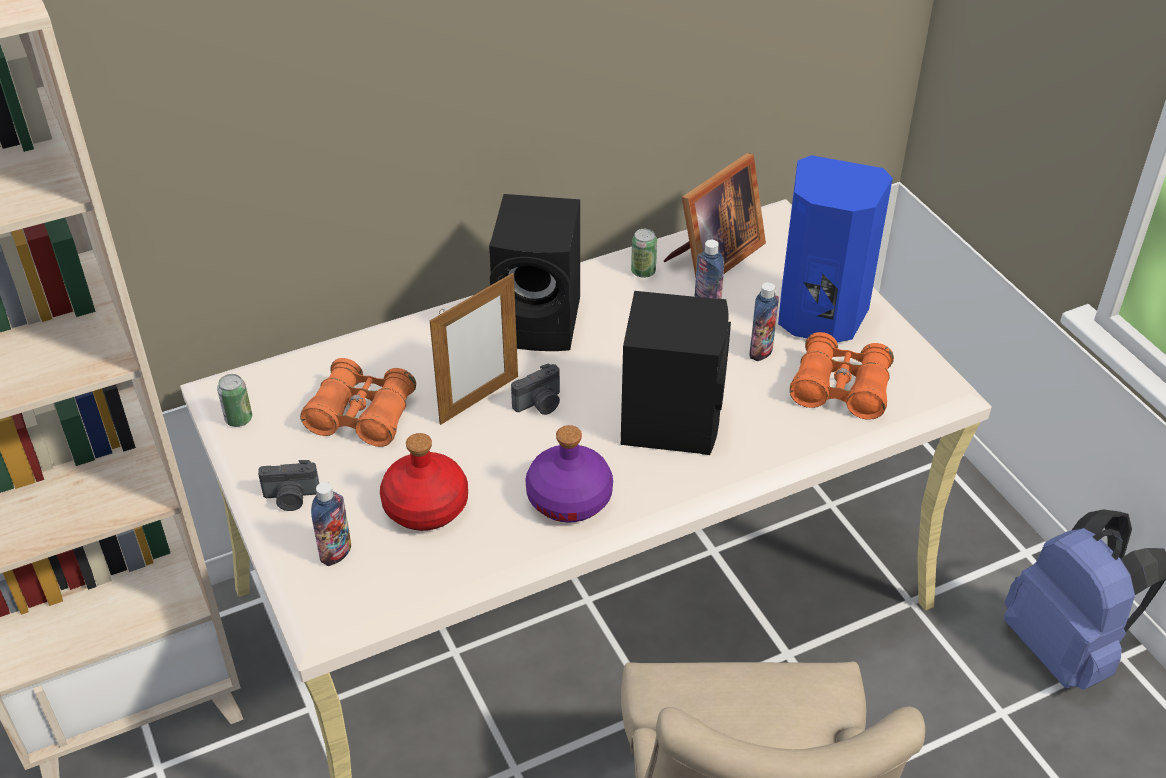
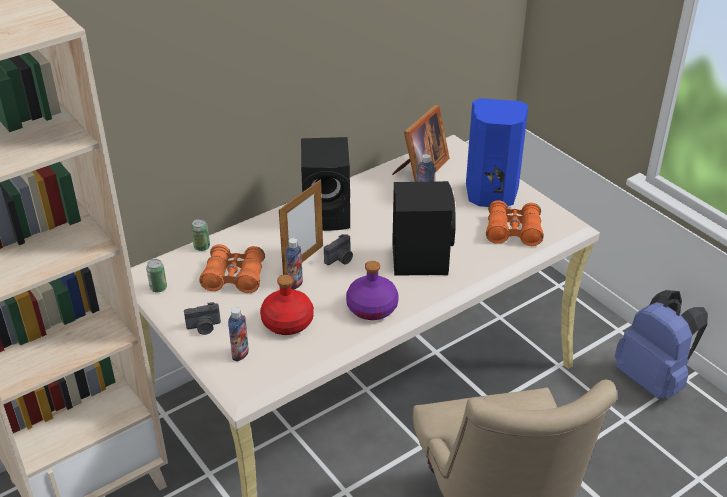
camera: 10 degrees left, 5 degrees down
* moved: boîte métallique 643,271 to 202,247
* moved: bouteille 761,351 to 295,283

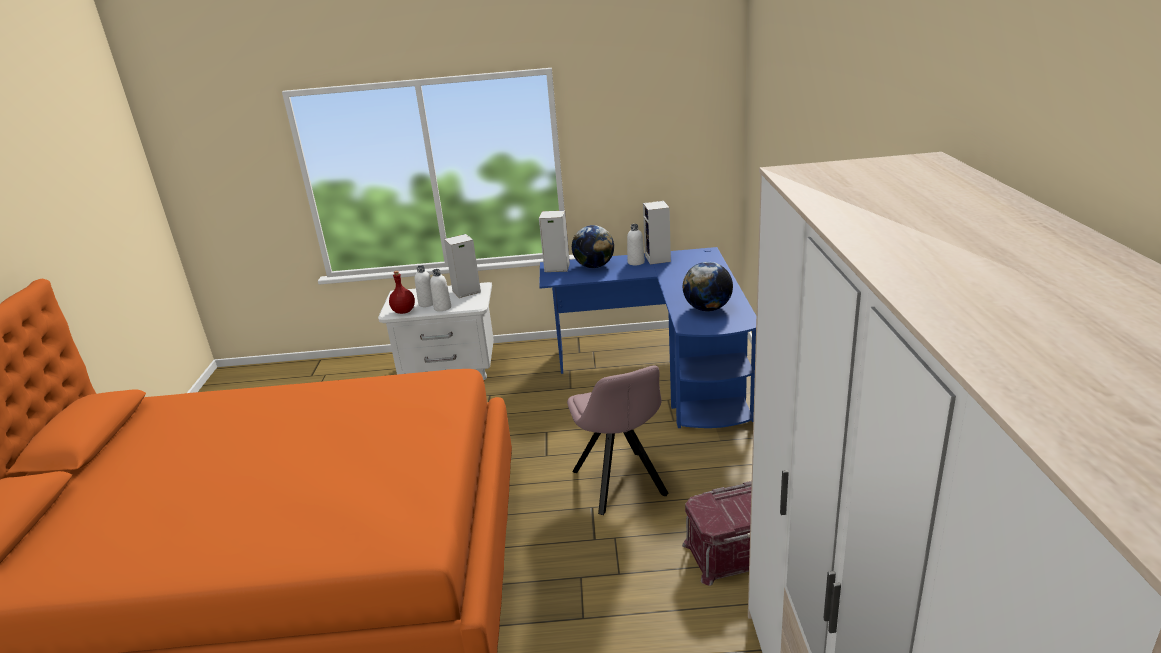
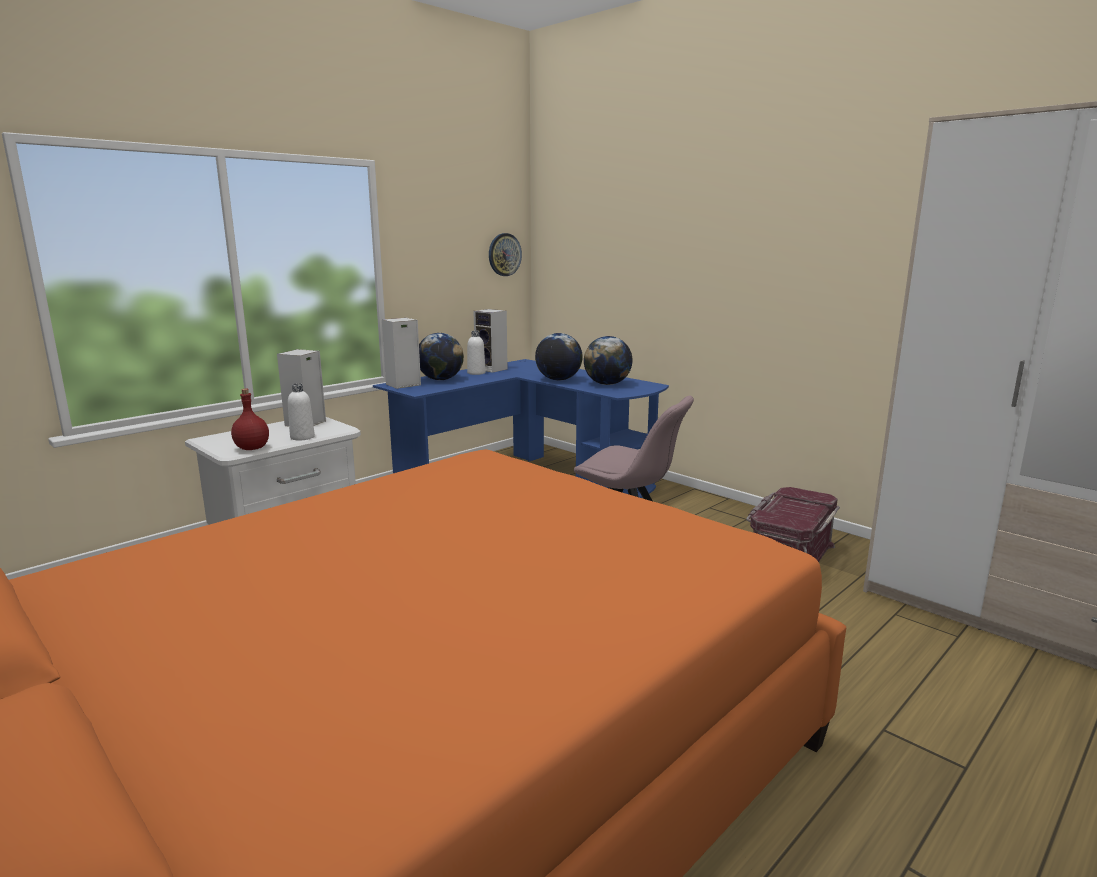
camera: 45 degrees left, 10 degrees down
* removed: bouteille (blanc) 427,303
* added: horloge murale 504,254
* added: globe 558,380

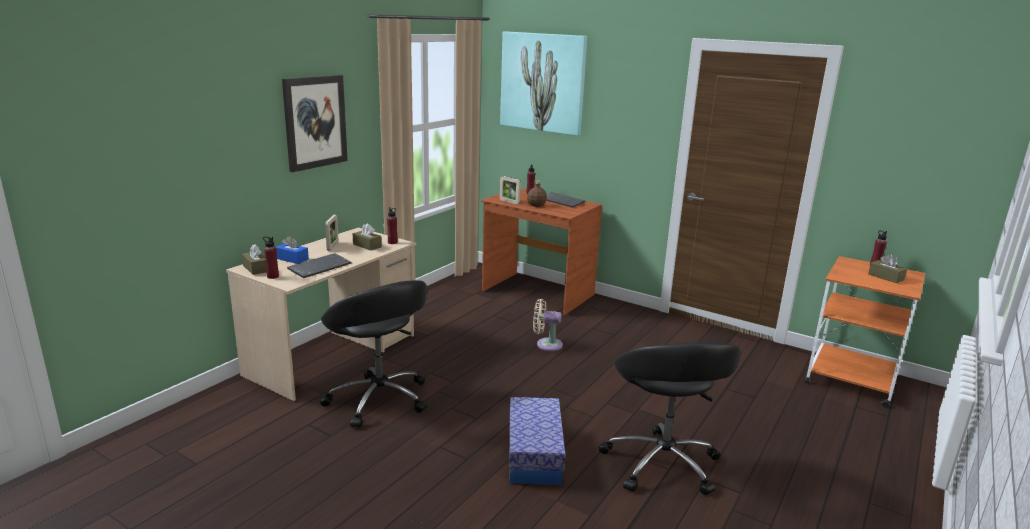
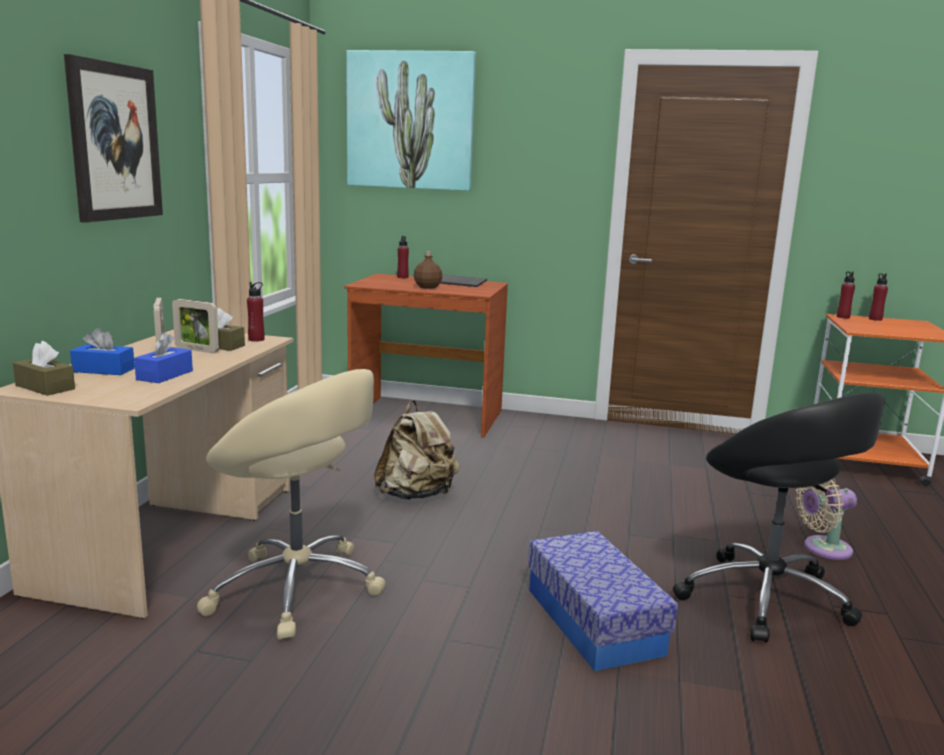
camera: 20 degrees left, 5 degrees down
* moved: bouteille (rouge) 272,276 to 843,317
* replaced: clavier 320,266 to boîte à mouchoirs (bleu) 165,375
* recoloured: chaise de bureau (noir) 379,401 to chaise de bureau (beige) 299,590
* moved: cadre photo 509,202 to 197,350
* moved: ventilateur (beige) 546,344 to 823,549
* removed: boîte à mouchoirs (marron) 885,277
* added: sac à dos (beige) 417,495

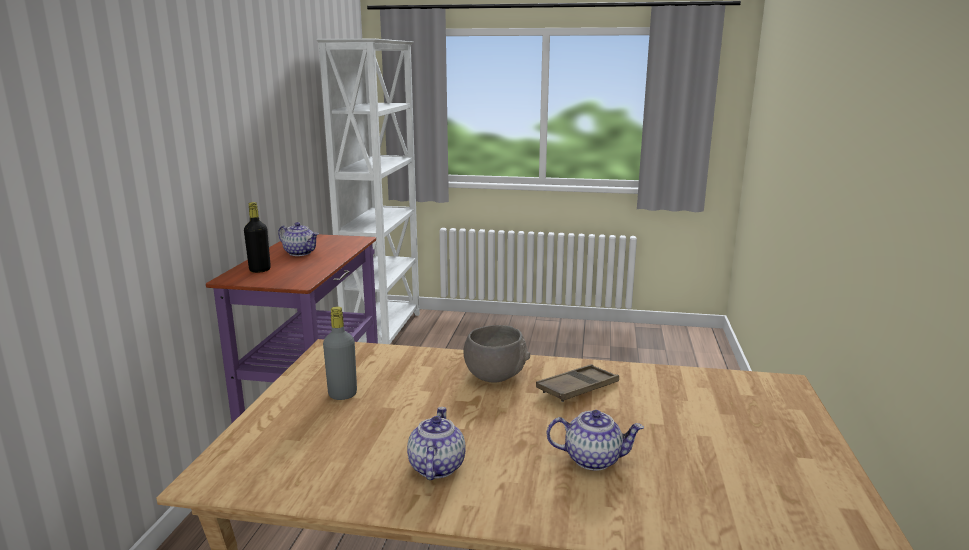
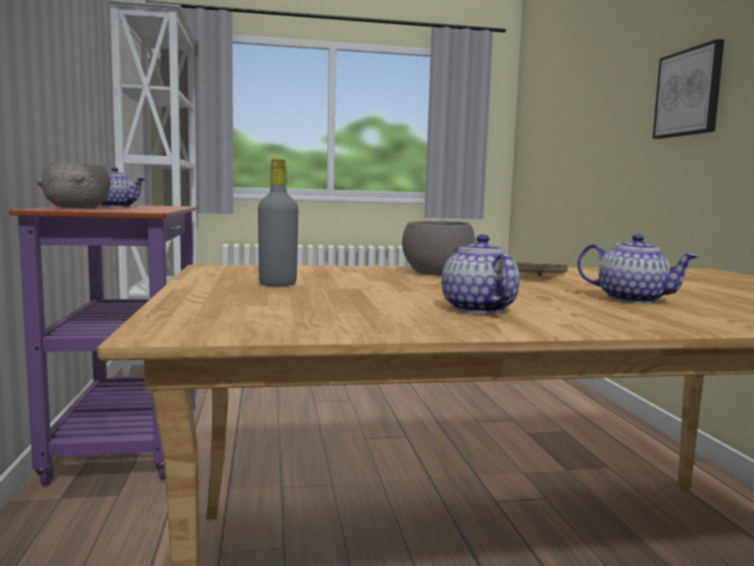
camera: 20 degrees left, 10 degrees down
* replaced: bouteille (noir) 260,270 to bol (gris) 77,208
* turned: théière 593,459 = 632,299 45 degrees clockwise
* added: tableau 689,93

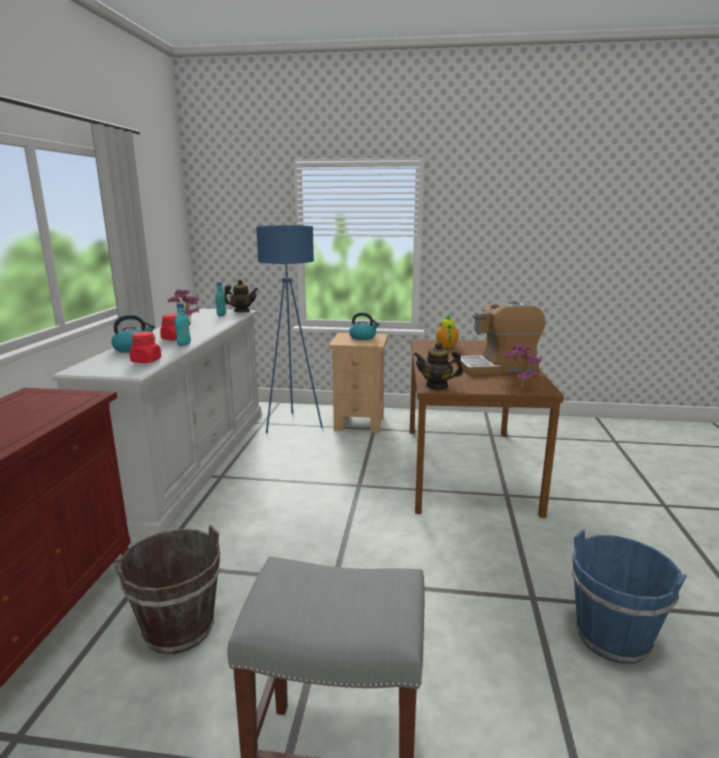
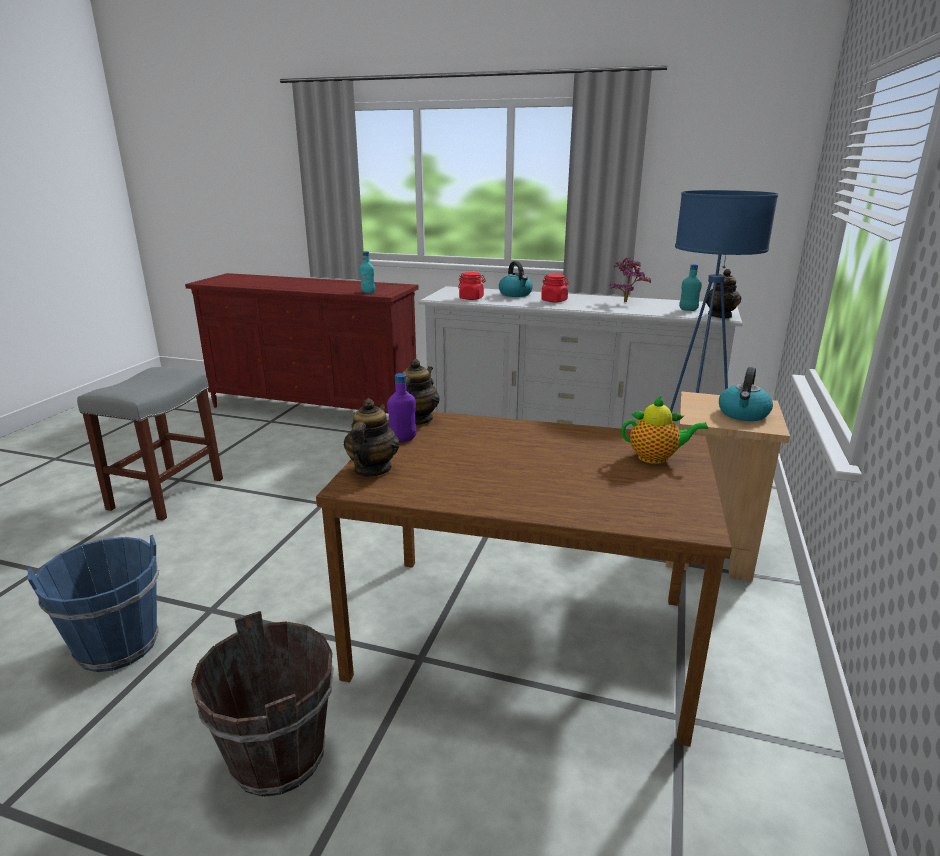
camera: 100 degrees right, 5 degrees up
* moved: seau (marron) 179,629 to 277,757
* moved: bouteille (turquoise) 184,344 to 368,292
* removed: machine à café 497,367
* replaced: plante en pot 519,388 to théière 372,469
* added: bouteille (violet) 403,440

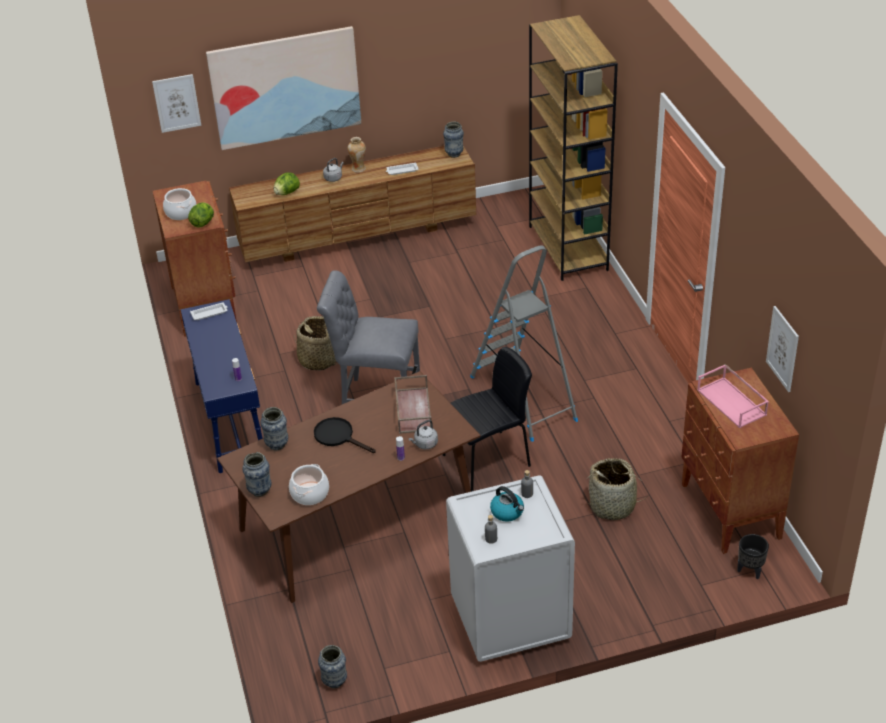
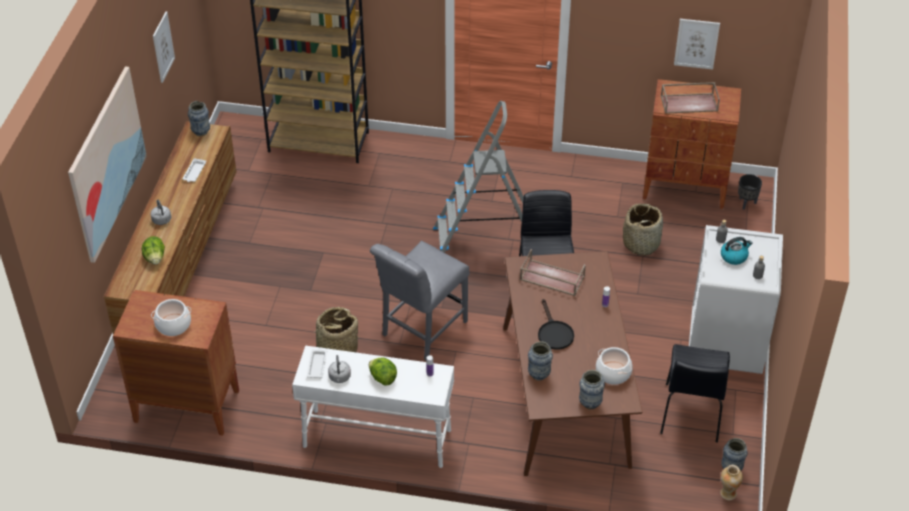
camera: 65 degrees left, 5 degrees up
* moved: tableau 177,103 to 163,47
* recoloured: table console (bleu) 231,421 to table console (blanc) 377,438
* moved: laitue 203,223 to 382,378
* turned: poêle (noir) 338,436 = 554,333 75 degrees counterclockwise
* moved: vase 358,169 to 728,494
* moved: bouilloire (gris) 425,444 to 340,378
* recoloured: plateau (rose) 732,402 to plateau (marron) 689,103
* added: chaise (noir) 691,415

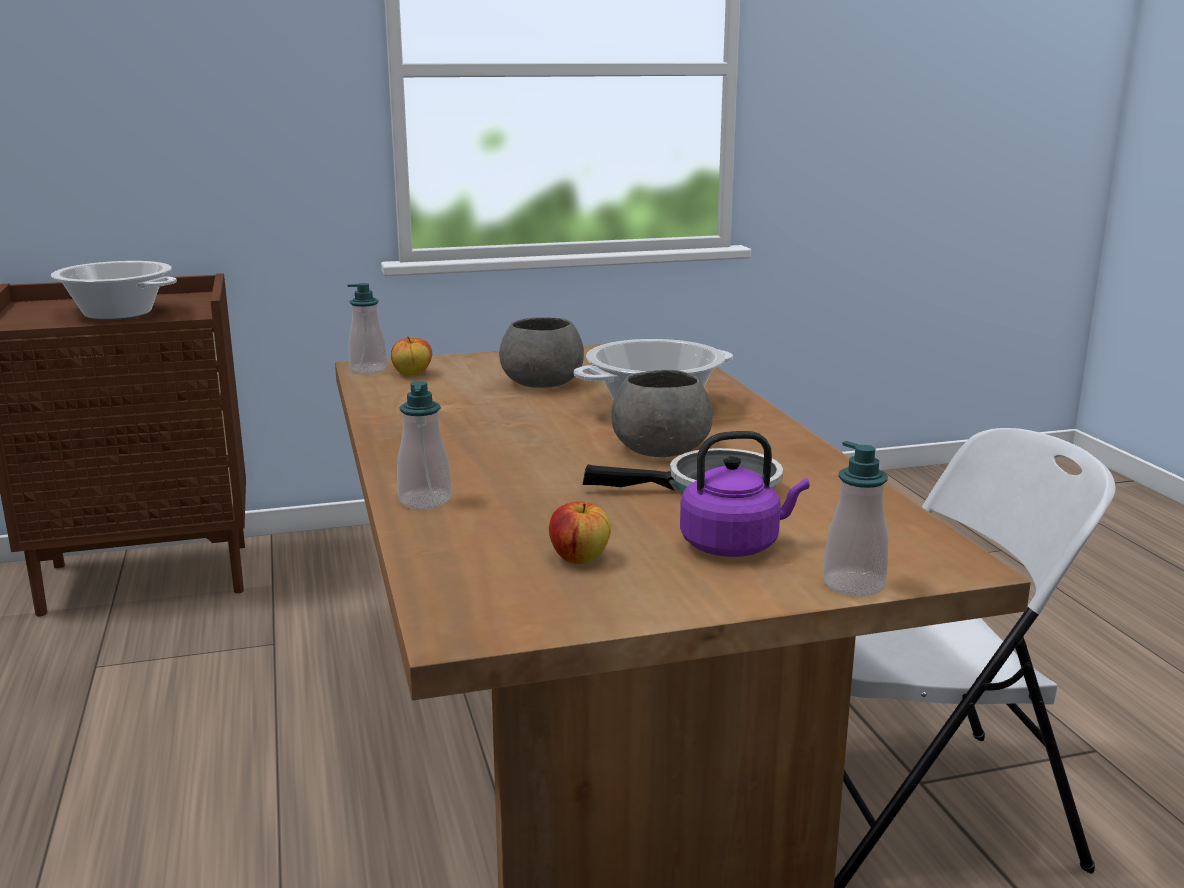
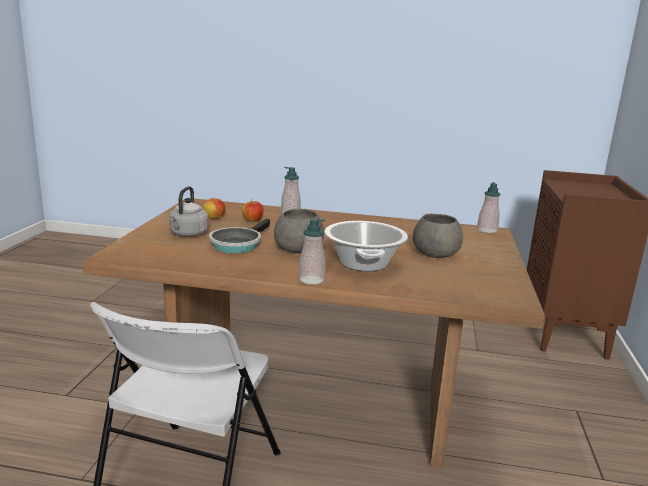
camera: 115 degrees right, 0 degrees up
* removed: marmite 117,314
* moved: pomme 412,374 to 252,220
* recoloured: bouilloire (violet) 735,545 to bouilloire (gris) 188,234
* moved: distributeur de savon 853,584 to 311,280

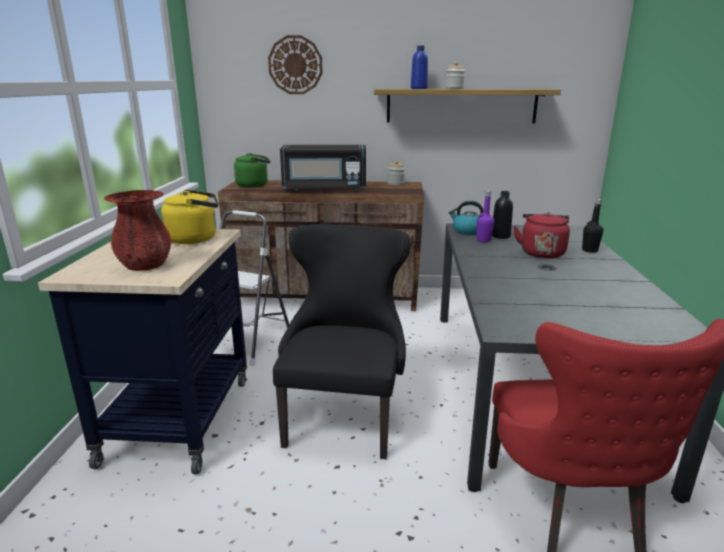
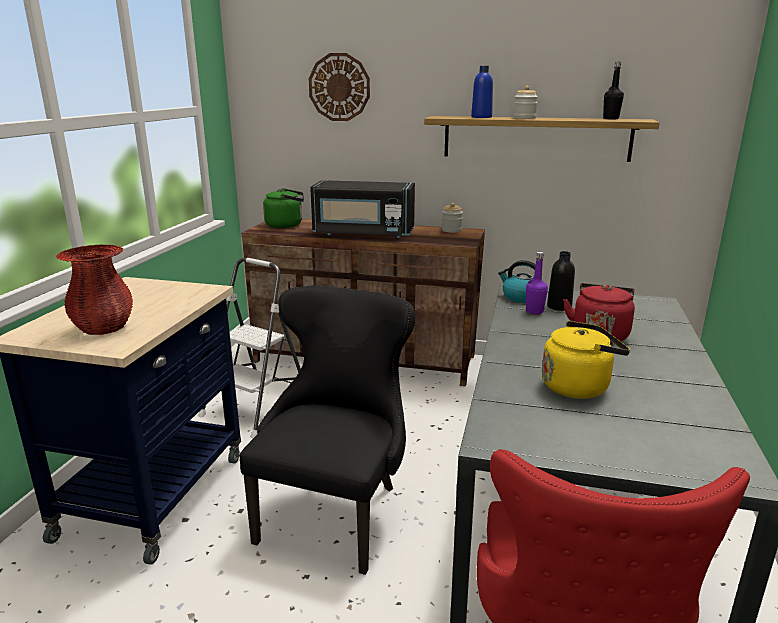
camera: 10 degrees right, 0 degrees up
* moved: bouilloire (jaune) 195,238 to 578,386
* moved: bouteille (noir) 589,250 to 610,119

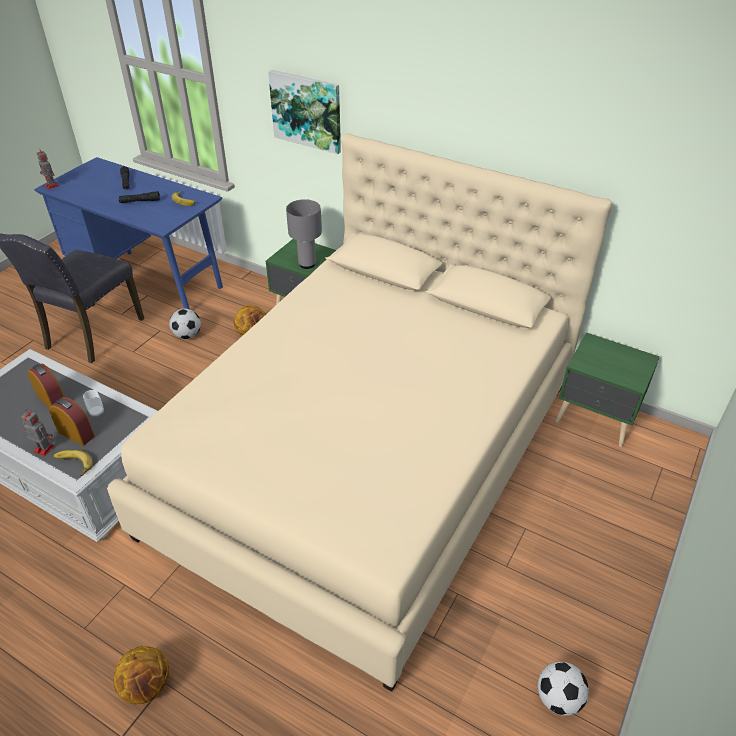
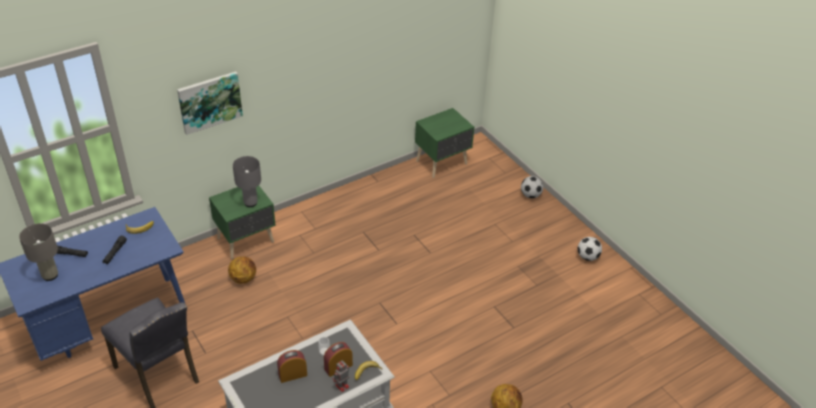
camera: 65 degrees left, 0 degrees up
* removed: robot jouet 52,186
* removed: lit (beige) 369,456
* moved: ballon de foot 187,335 to 530,195
* added: lampe de table (gris) 49,275

